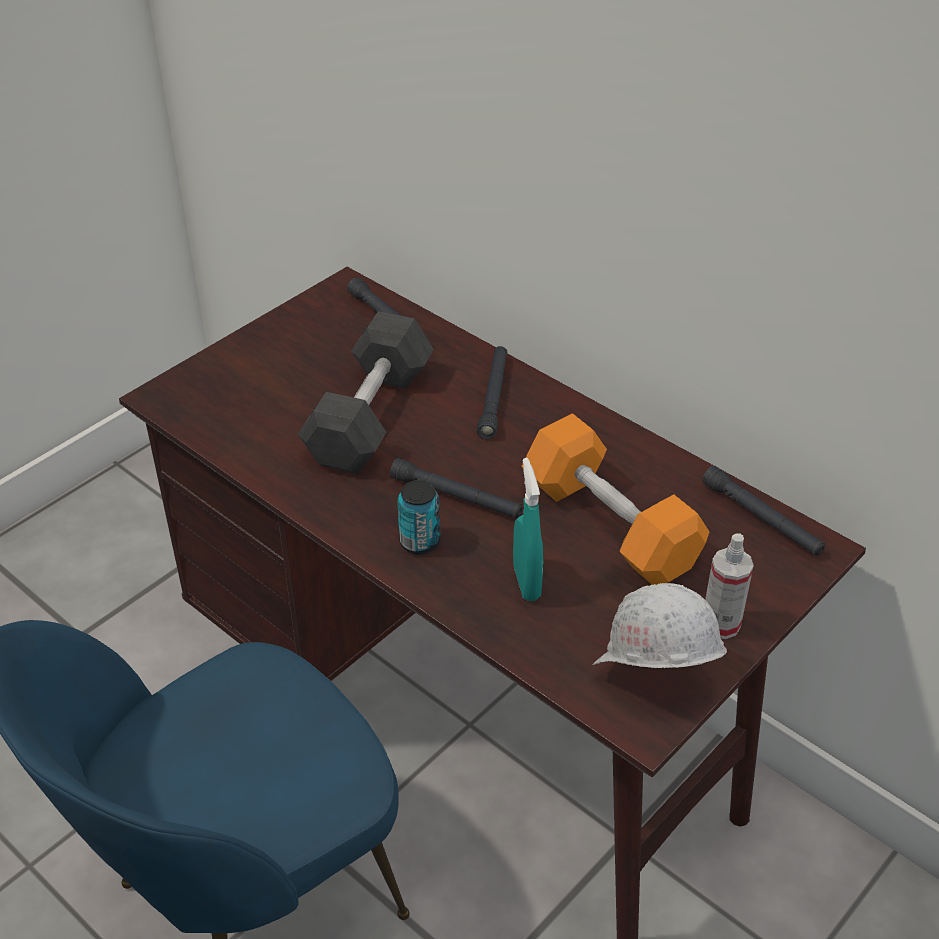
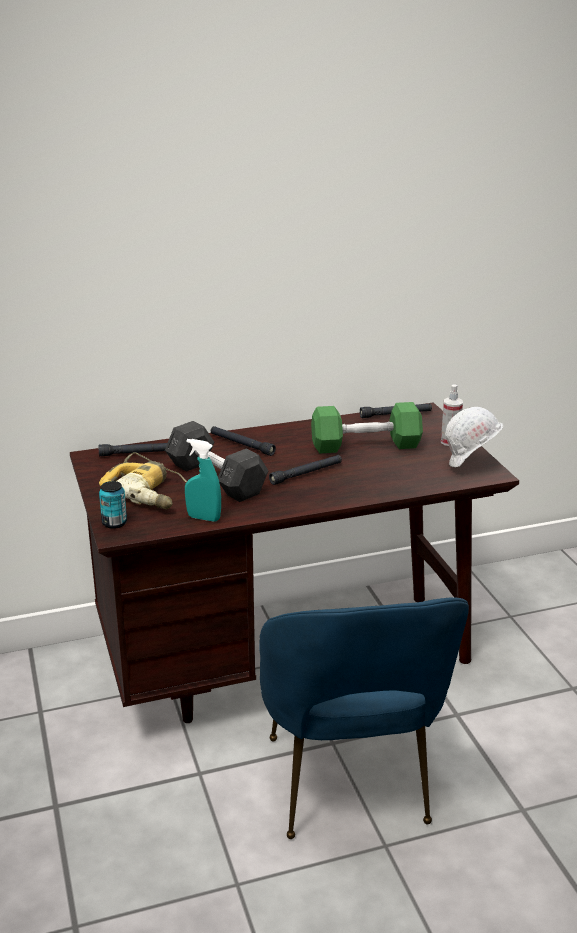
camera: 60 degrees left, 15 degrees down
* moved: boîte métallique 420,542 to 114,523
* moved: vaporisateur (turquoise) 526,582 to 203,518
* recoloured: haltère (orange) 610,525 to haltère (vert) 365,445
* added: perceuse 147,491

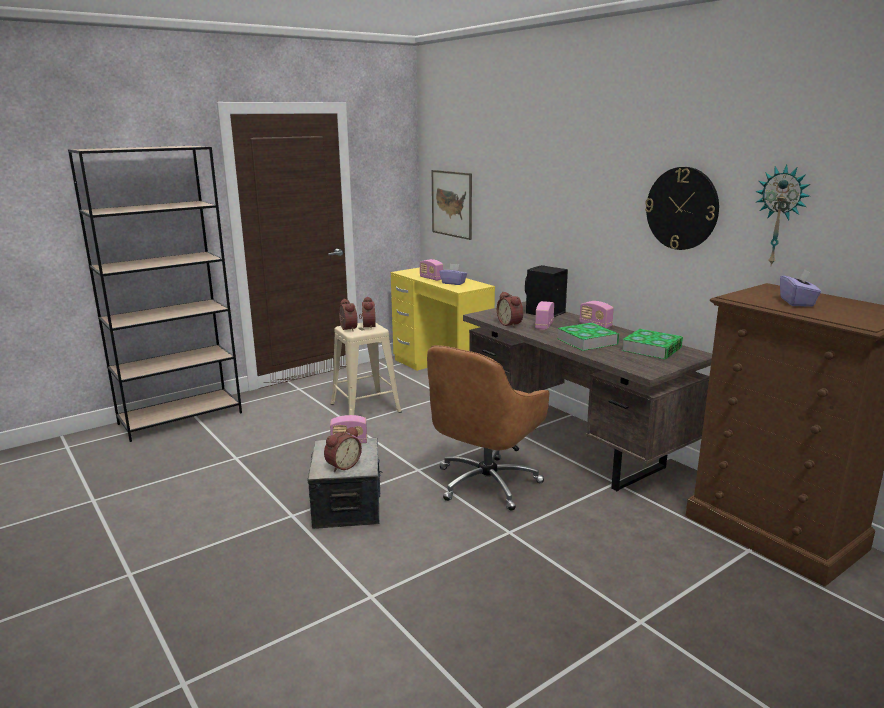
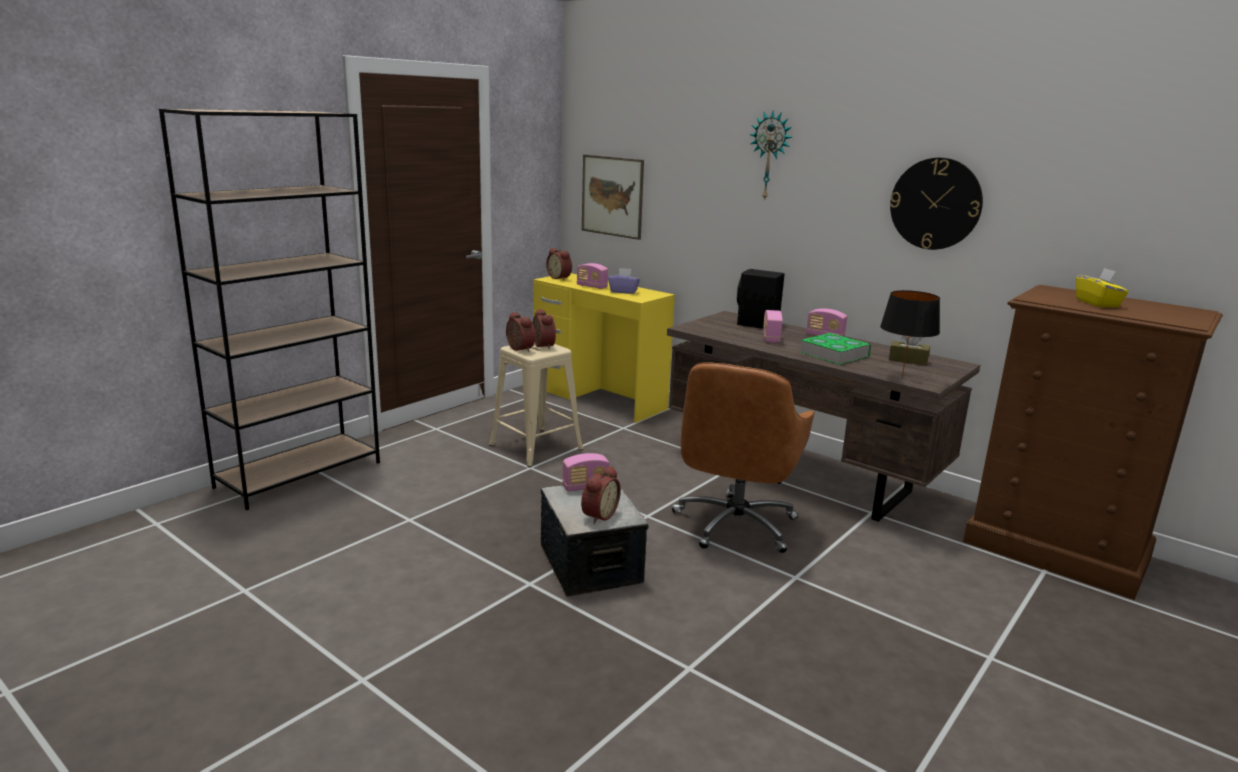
camera: 15 degrees left, 0 degrees up
* moved: réveil 511,324 to 560,278
* replaced: livre 651,349 to boîte à mouchoirs (marron) 908,360
* moved: horloge murale 780,216 to 770,156
* recoloured: boîte à mouchoirs (violet) 797,302 to boîte à mouchoirs (jaune) 1097,303
* added: lampe de table (noir) 901,378

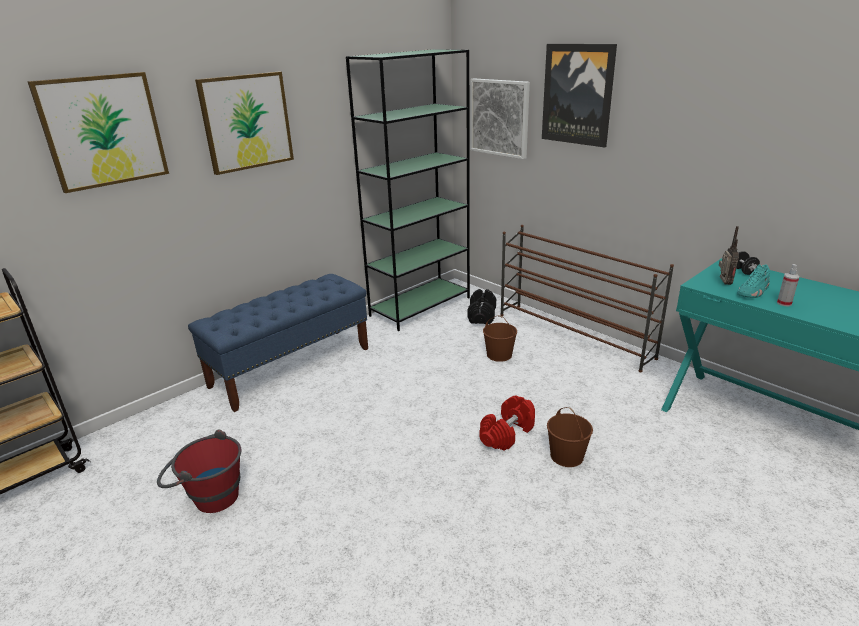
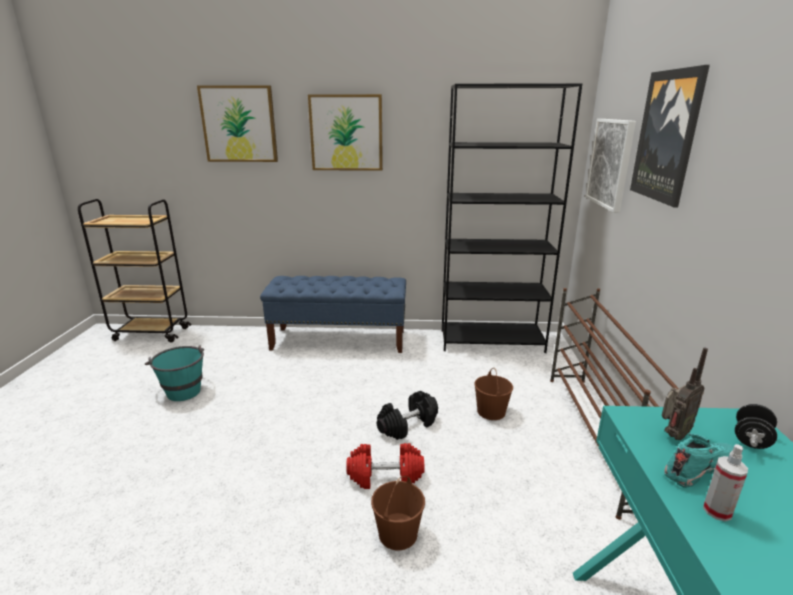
camera: 45 degrees right, 5 degrees down
* recoloured: seau (rouge) 208,496 to seau (turquoise) 182,389
* recoloured: bibliothèque (vert) 420,306 to bibliothèque (noir) 492,341
* moved: haltère (noir) 482,316 to 407,425
* turned: chaussure (turquoise) 753,291 = 699,468 150 degrees clockwise

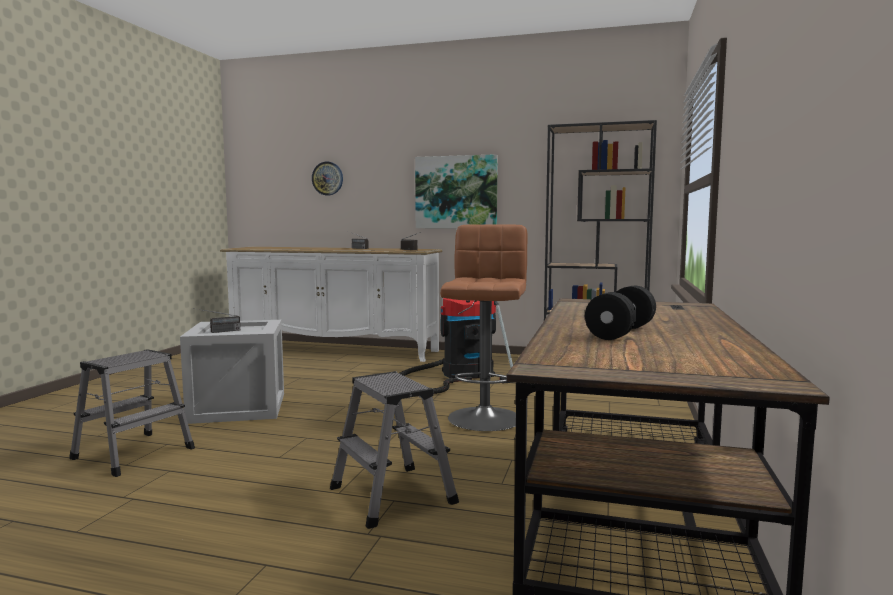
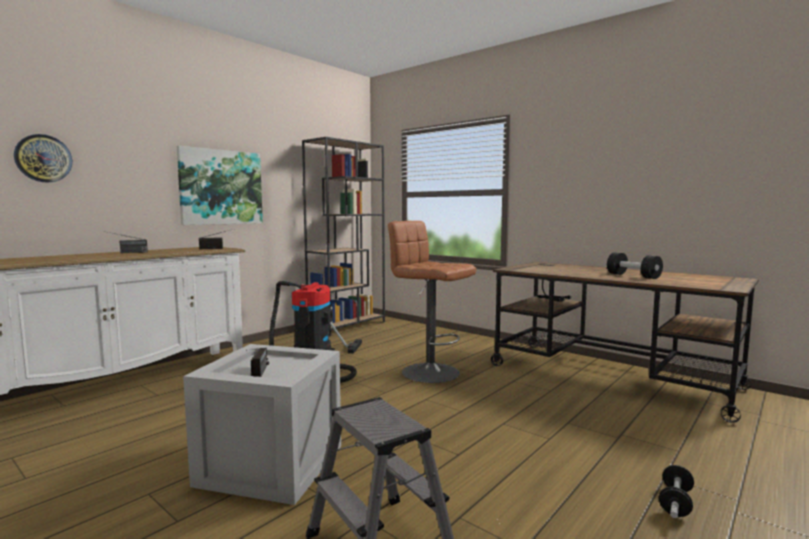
camera: 65 degrees left, 0 degrees up
* removed: escabeau (gris) 392,495
* added: haltère 675,503

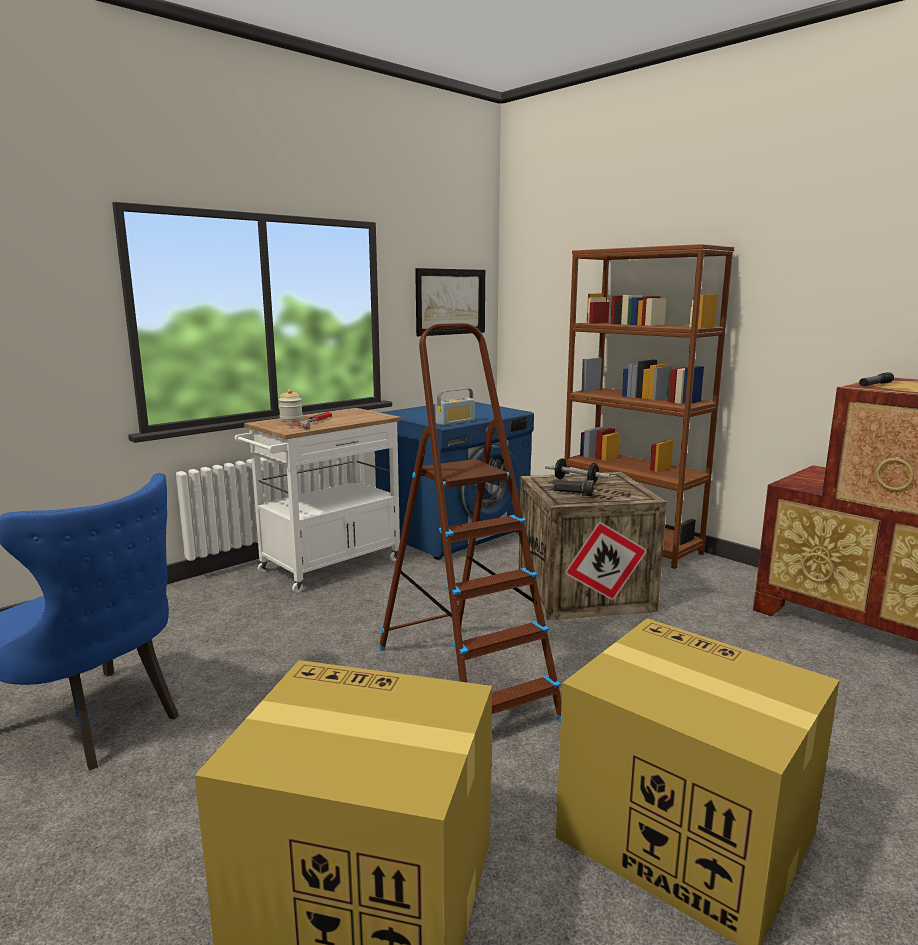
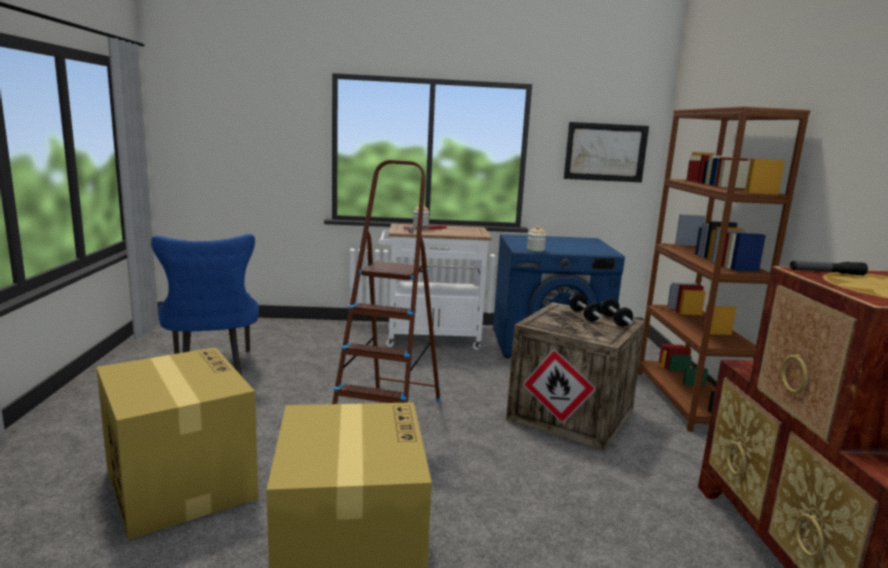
camera: 40 degrees right, 0 degrees up
* replaced: radio 455,422 to bocal 535,250
* removed: lampe de poche (noir) 572,494
* added: haltère 615,321

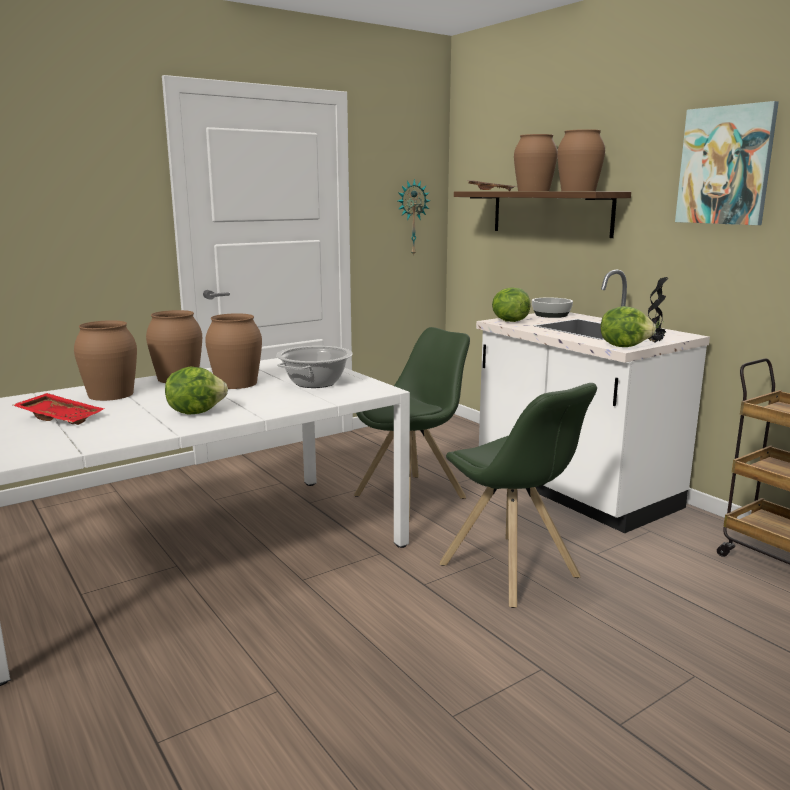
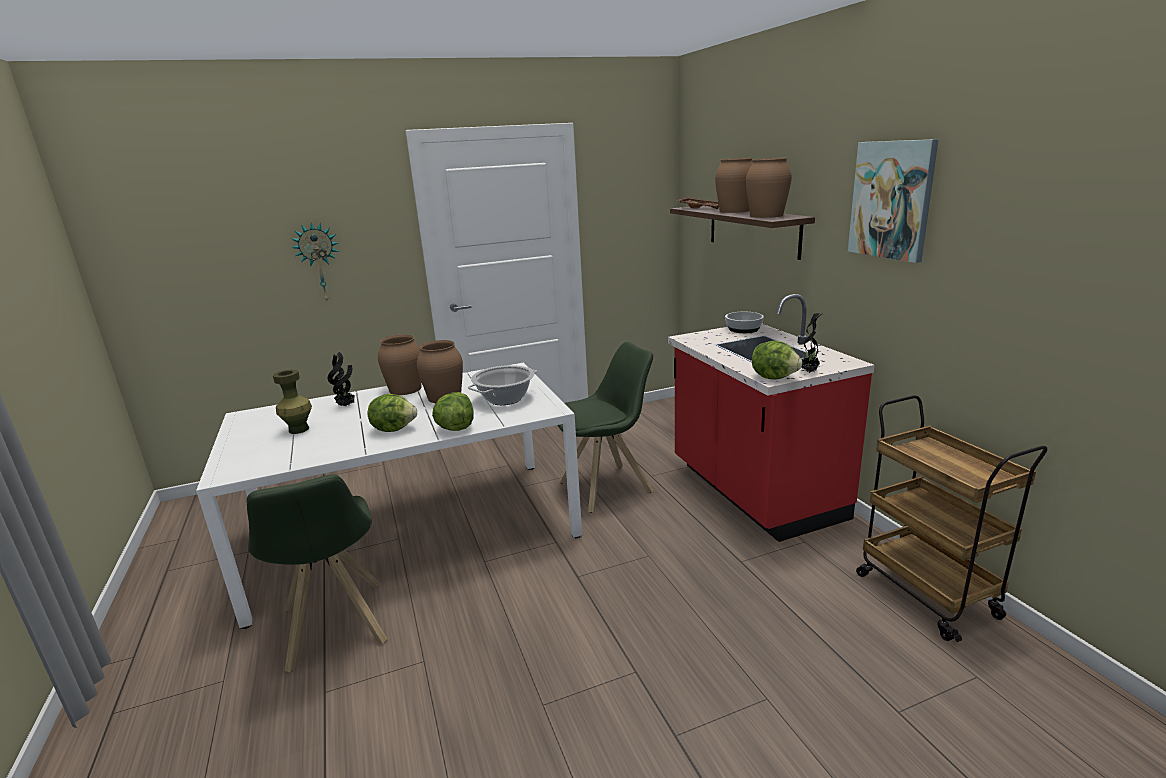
camera: 15 degrees right, 5 degrees up
* replaced: plateau (rouge) 61,417 to vase (vert) 299,429
* replaced: vase (marron) 110,394 to plante en pot 346,406
* moved: horloge murale 411,218 to 319,262
* moved: chaise (vert) 510,570 to 335,625
* recoloured: comptoir de cuisine (blanc) 574,491 to comptoir de cuisine (rouge) 754,492
* moved: laitue 509,321 to 455,428

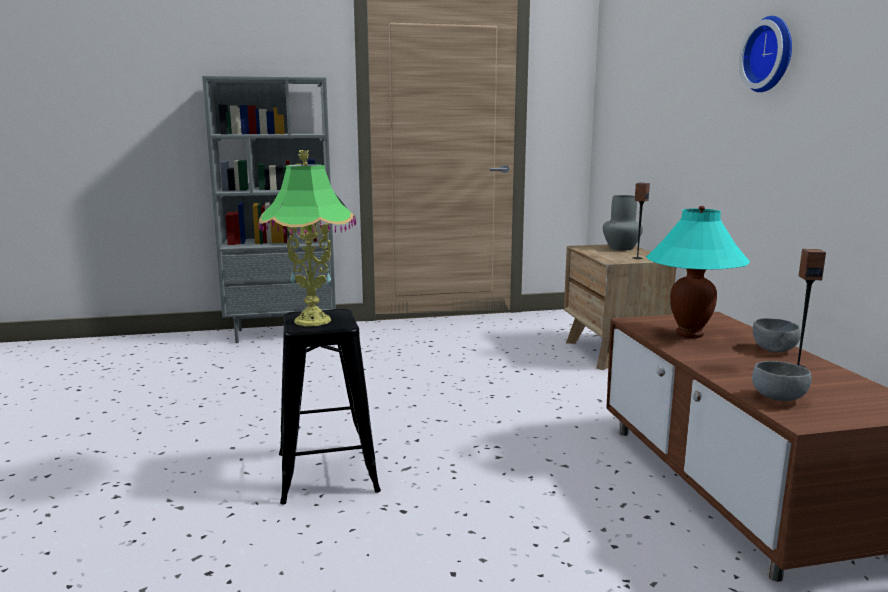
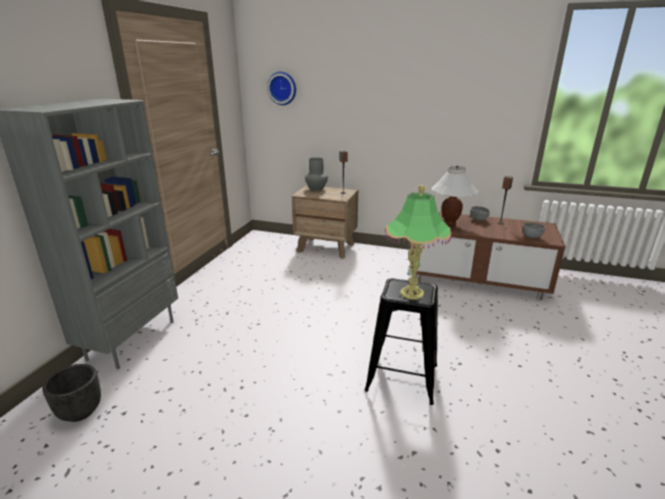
camera: 60 degrees left, 10 degrees up
* recoloured: lampe de table (turquoise) 689,334 to lampe de table (blanc) 449,224
* moved: horloge murale 771,54 to 282,88
* added: cache-pot (noir) 81,411

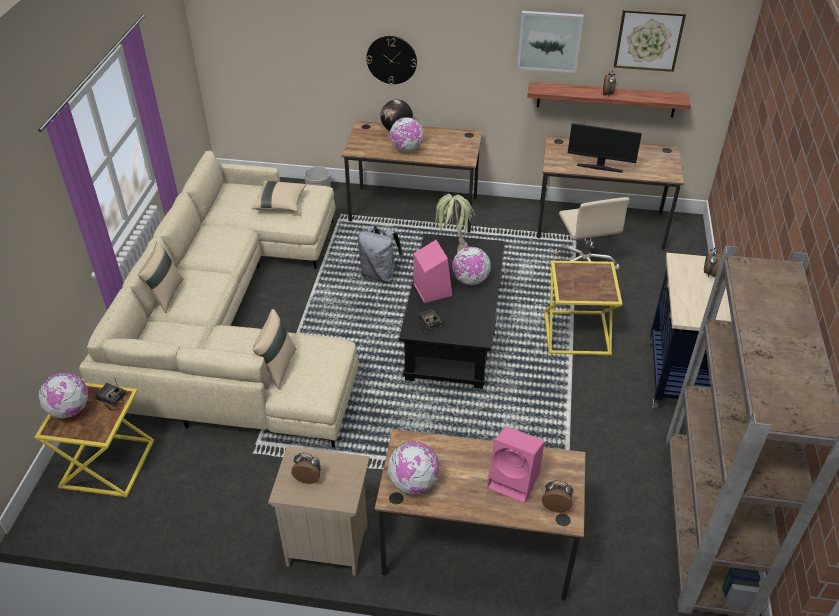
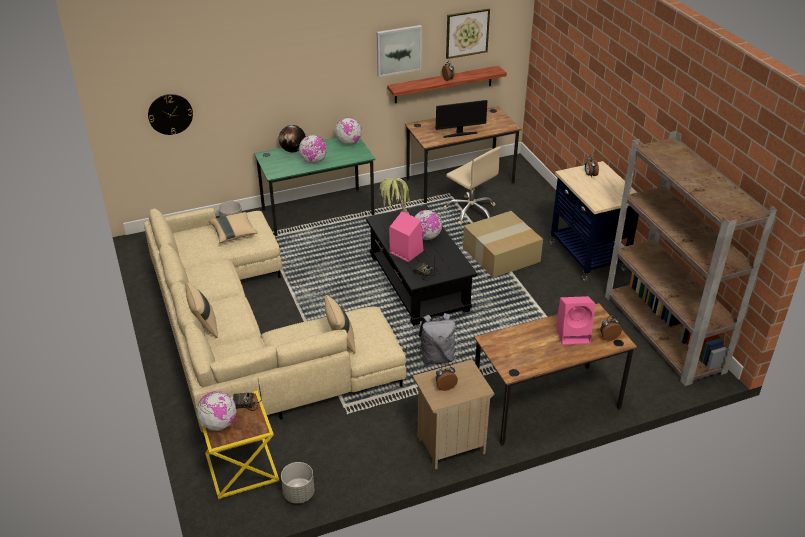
camera: 30 degrees left, 5 degrees down
* recoloured: bureau (marron) 413,209 to bureau (vert) 318,212
* moved: sac à dos (gris) 379,274 to 436,357
* moved: horloge murale 391,59 to 170,114
* moved: globe 413,483 to 348,143
* replaced: table d'appoint (jaune) 575,334 to carton 501,255
* added: cache-pot (gris) 299,493

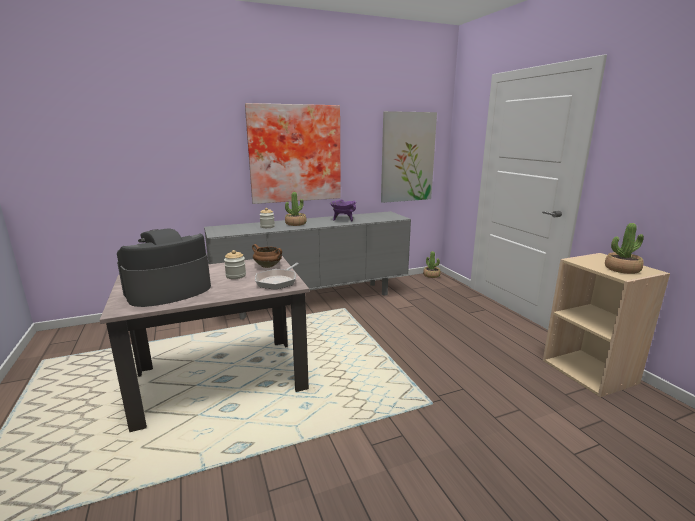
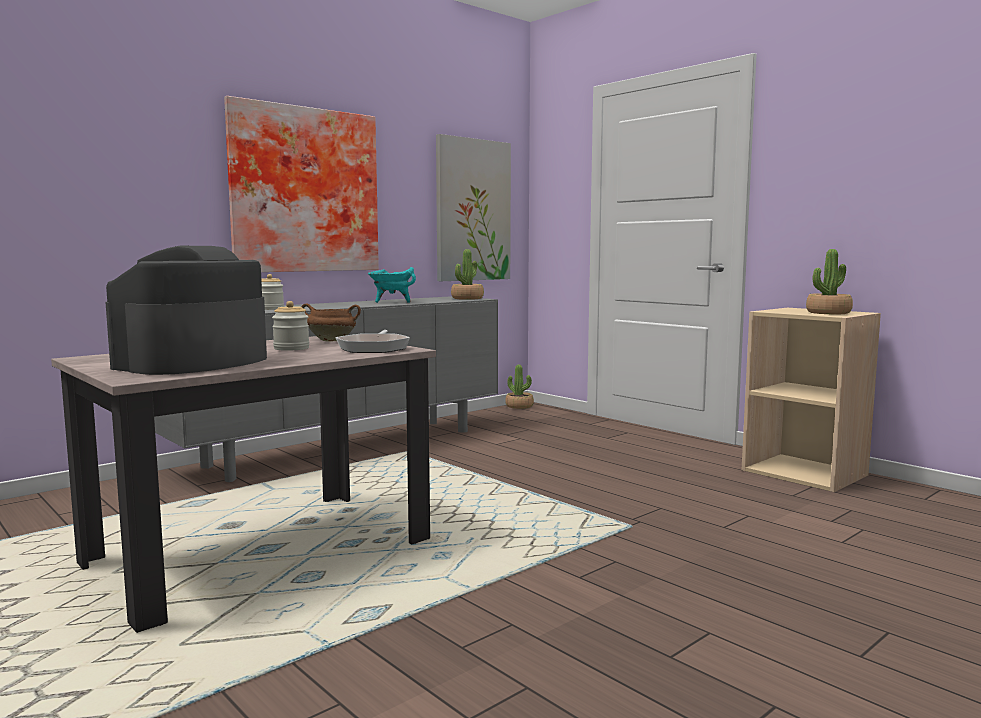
camera: 20 degrees left, 10 degrees down
* moved: plante en pot 295,224 to 467,298
* recoloured: marmite (violet) 343,220 to marmite (turquoise) 392,302

